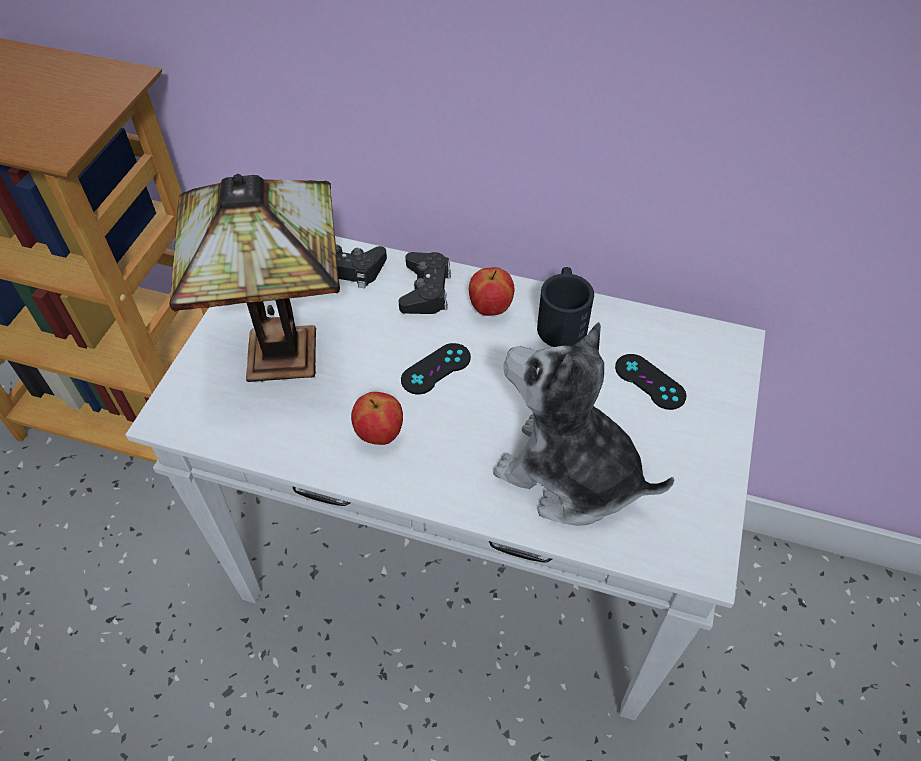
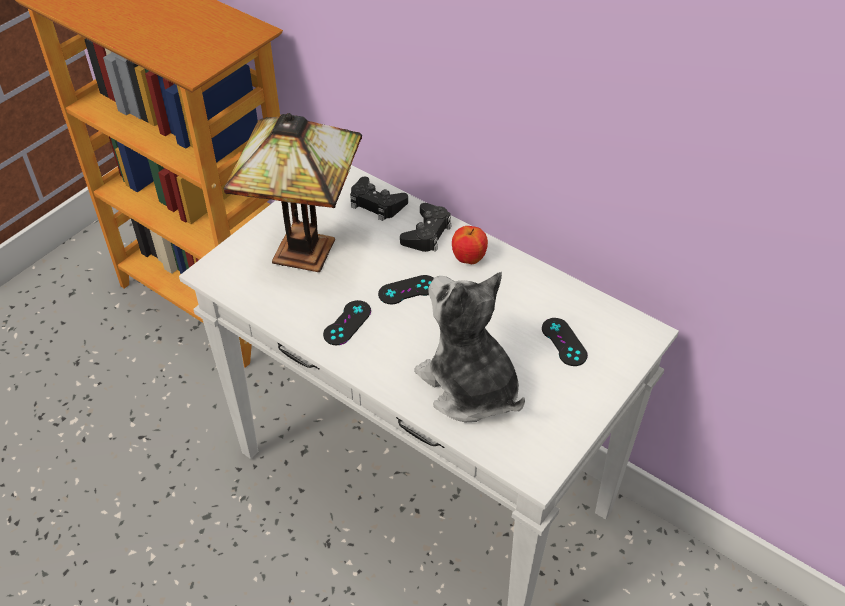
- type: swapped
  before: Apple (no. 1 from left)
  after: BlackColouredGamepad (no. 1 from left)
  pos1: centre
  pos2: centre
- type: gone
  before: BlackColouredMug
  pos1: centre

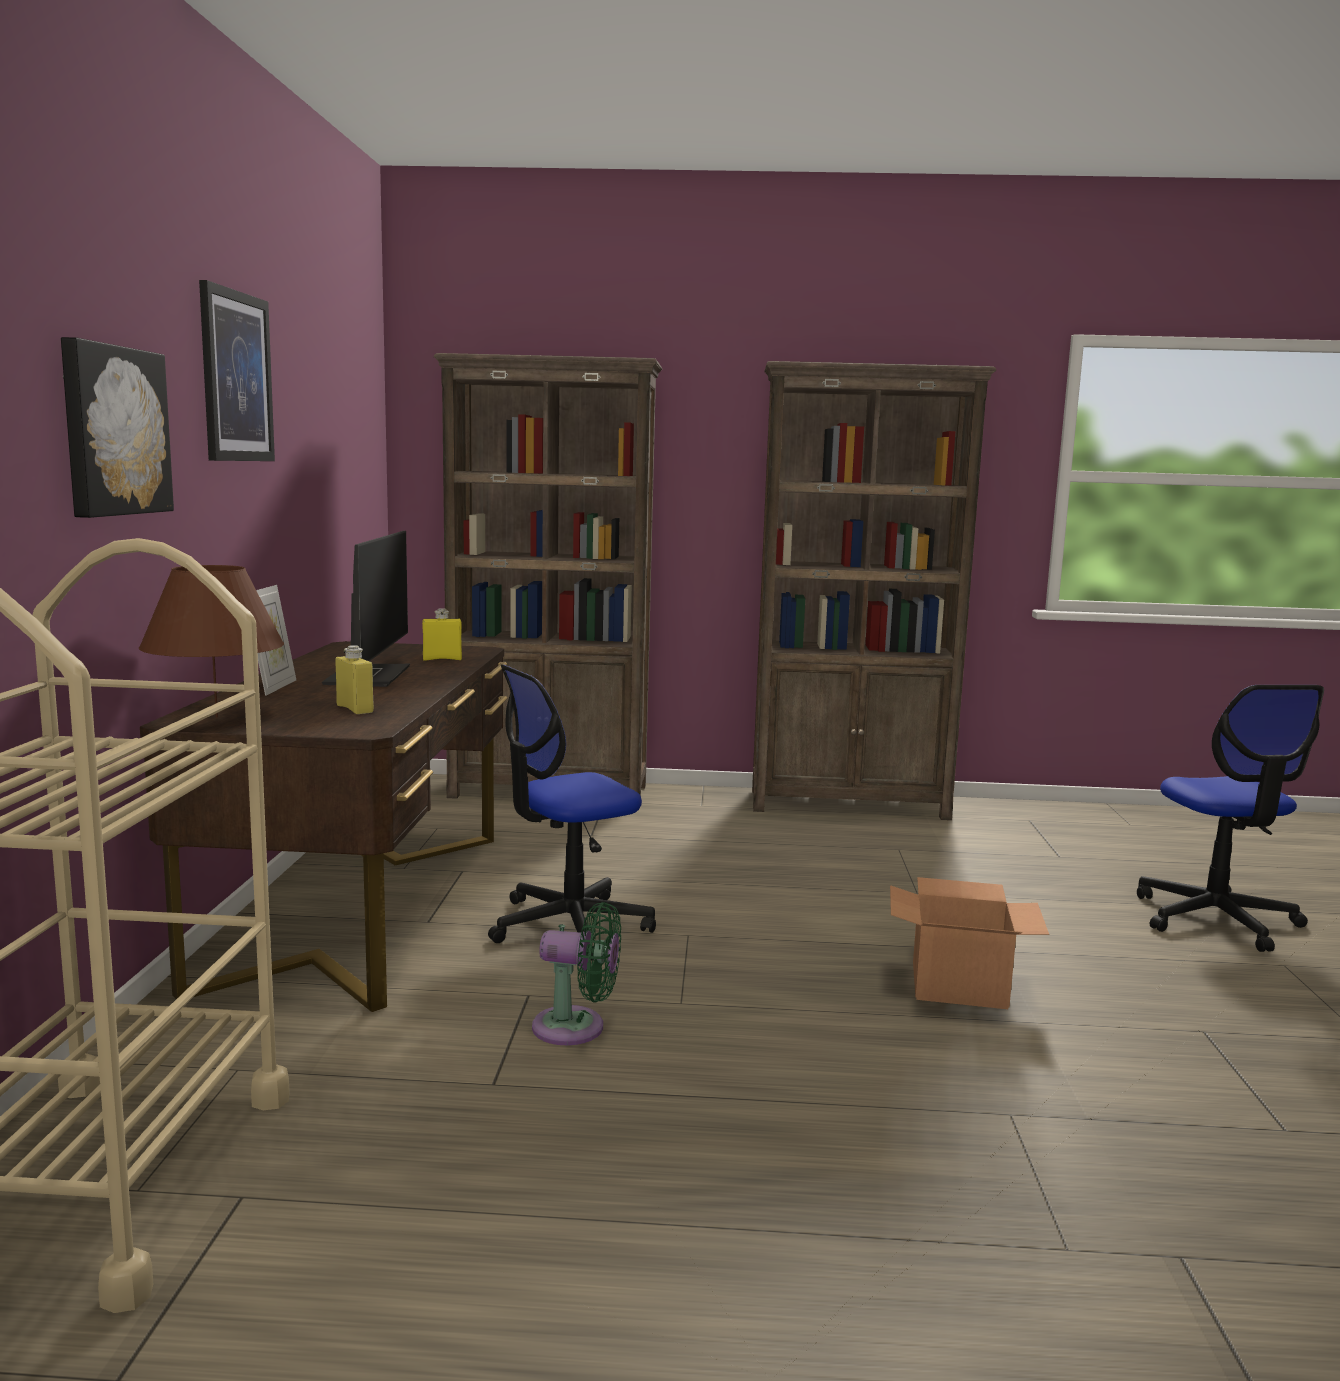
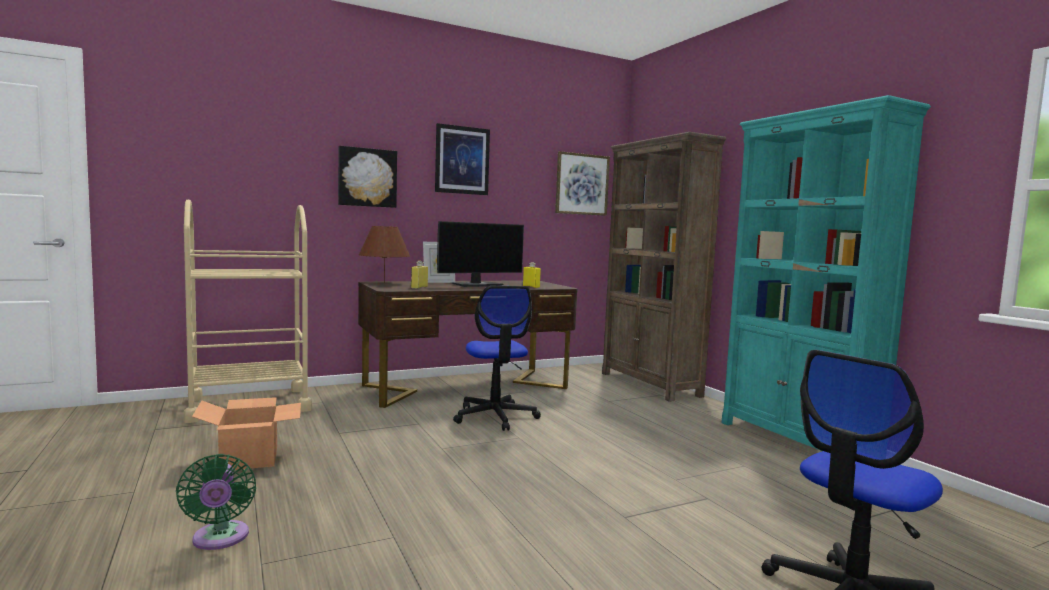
- type: rotated
  before: DeskChair (no. 1 from left)
  pos1: centre
  pos2: centre
  turn: -135
- type: shifted
  before: GreenCoolingFan
  pos1: bottom centre
  pos2: bottom left
- type: repainted
  before: BrownishBookshelf (no. 2 from left)
  after: TurquoiseColouredBookshelf
  pos1: centre
  pos2: middle right
- type: shifted
  before: PackingBox
  pos1: bottom right
  pos2: bottom left
- type: new
  after: WallPicture (no. 3 from left)
  pos2: top centre

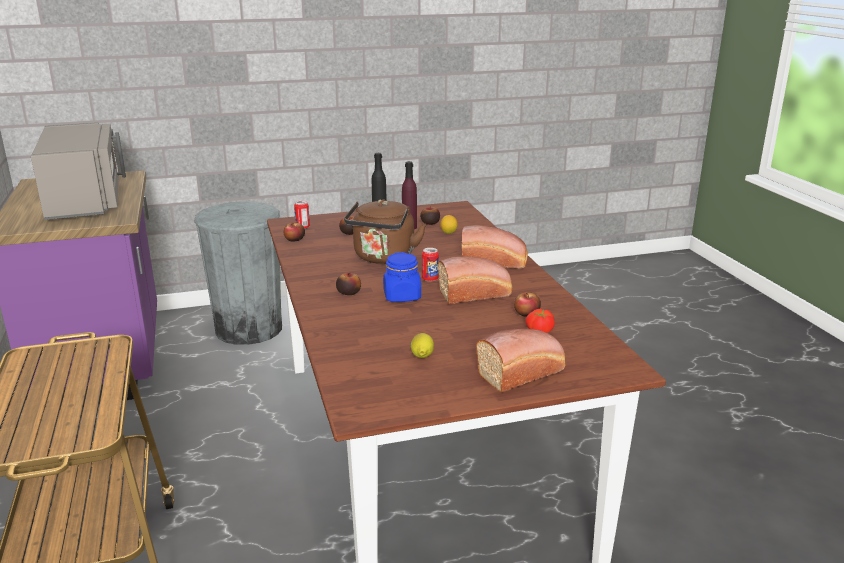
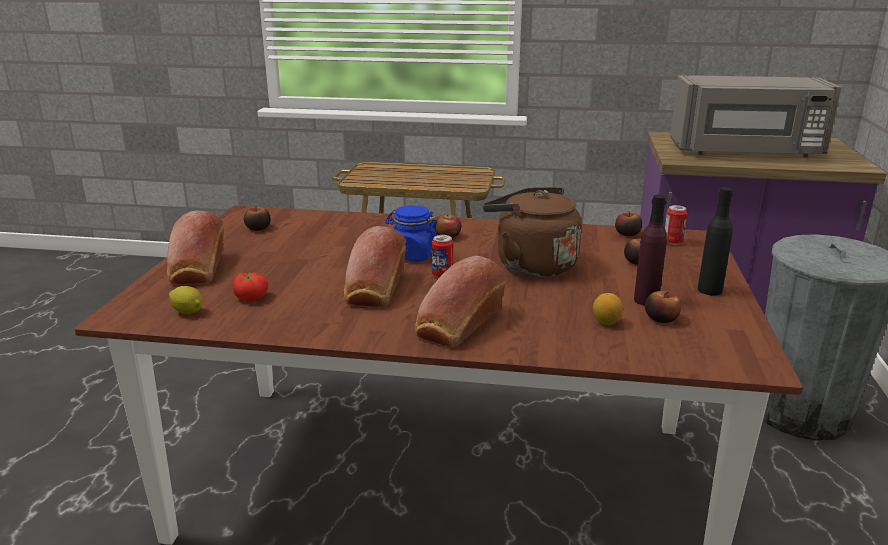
- type: shifted
  before: CitrusFruit (no. 1 from left)
  pos1: centre
  pos2: middle left
- type: shifted
  before: Apple (no. 5 from left in the first image)
  after: Apple (no. 1 from left)
  pos1: centre
  pos2: middle left

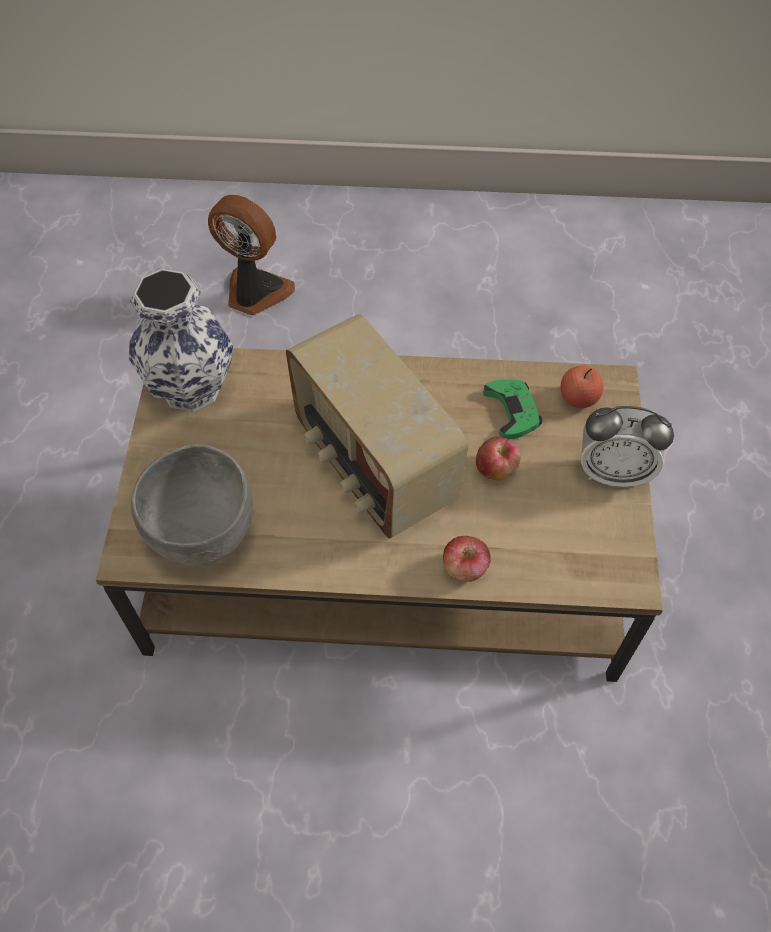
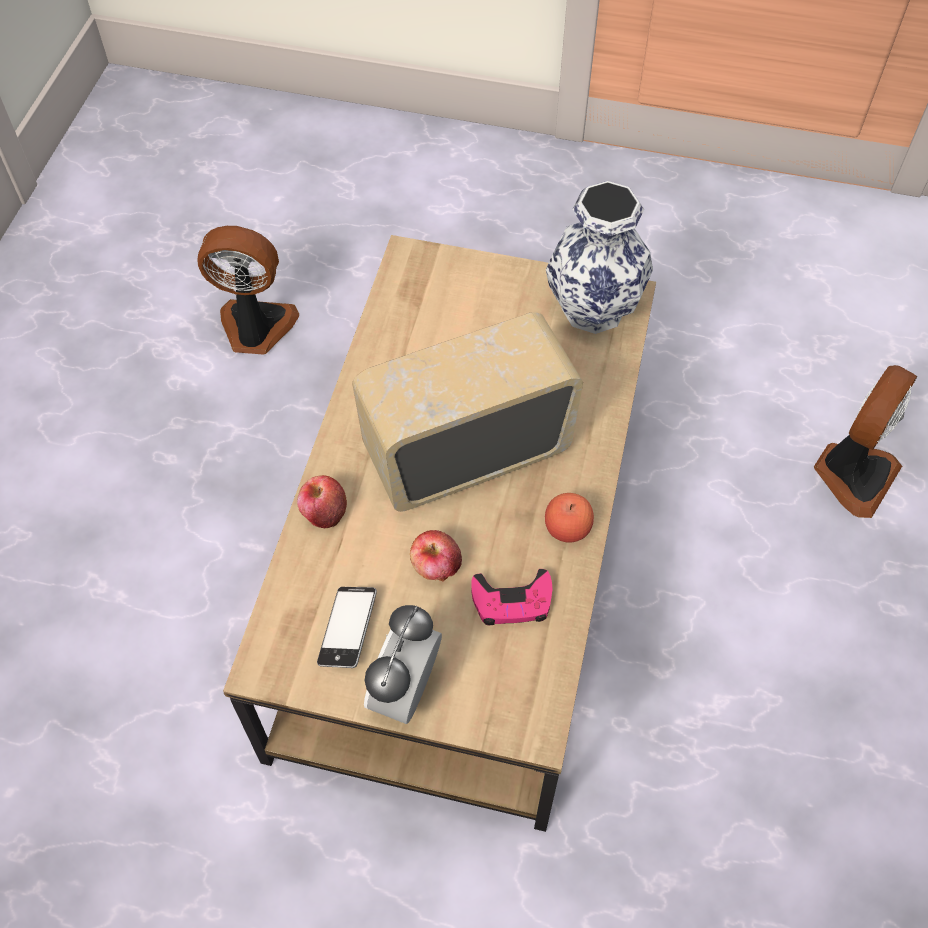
- type: gone
  before: GreyDeepDish
  pos1: middle left
- type: repainted
  before: GreenGamepad
  after: PinkColouredGamepad
  pos1: centre
  pos2: centre
- type: shifted
  before: Apple (no. 3 from left)
  pos1: middle right
  pos2: centre
- type: new
  after: CoolingFan (no. 1 from left)
  pos2: top left
- type: new
  after: Phone
  pos2: bottom centre

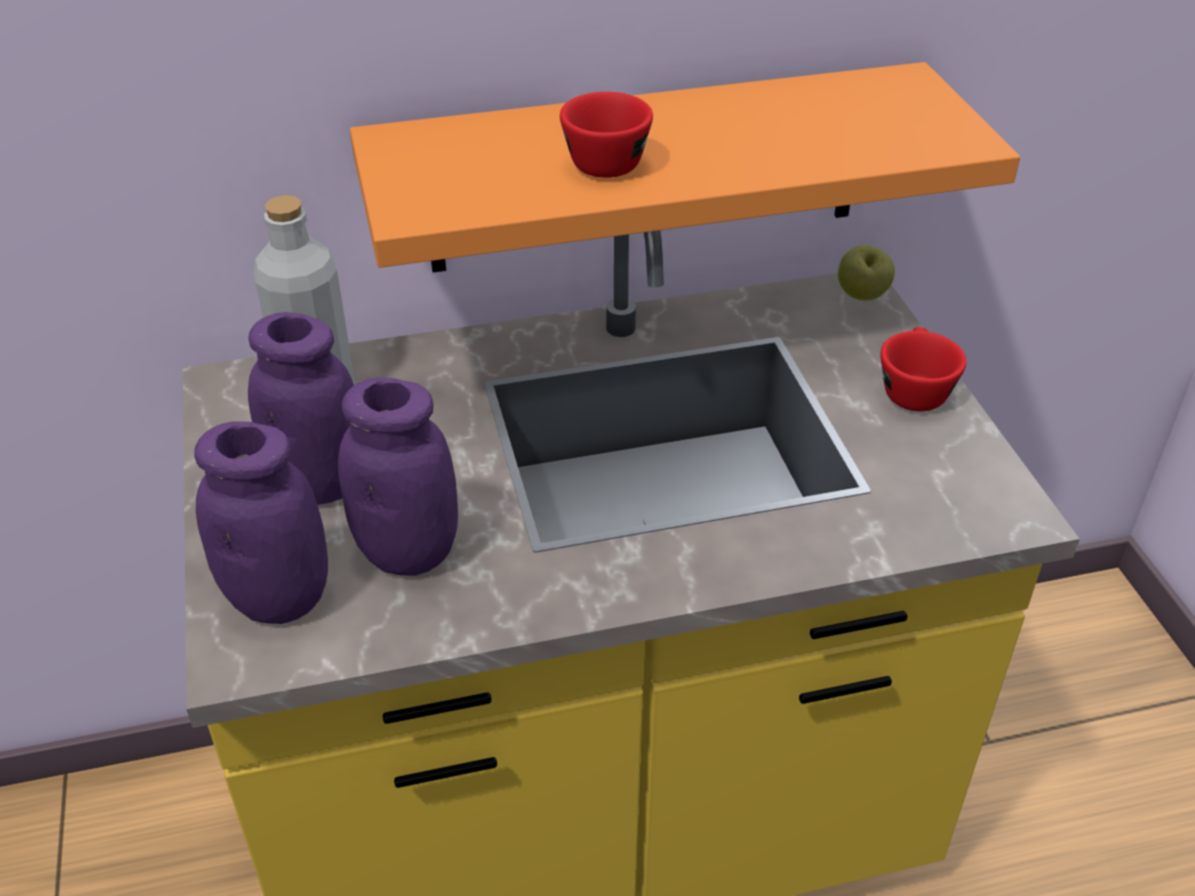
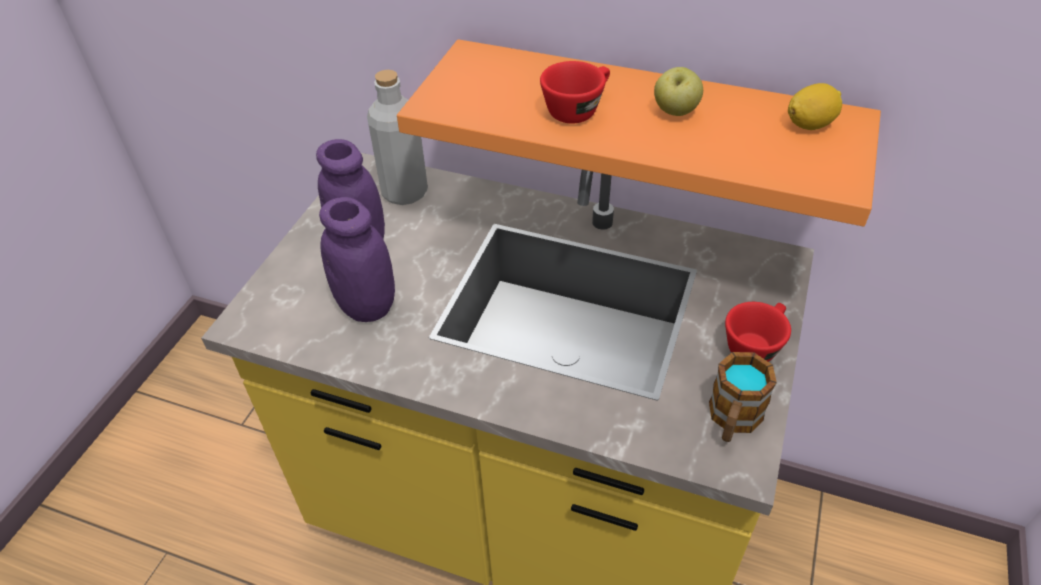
- type: gone
  before: PurpleColouredStorageJar (no. 1 from left)
  pos1: middle left
- type: shifted
  before: Apple
  pos1: top right
  pos2: top centre
- type: new
  after: Mug
  pos2: bottom right
- type: new
  after: CitrusFruit
  pos2: top right

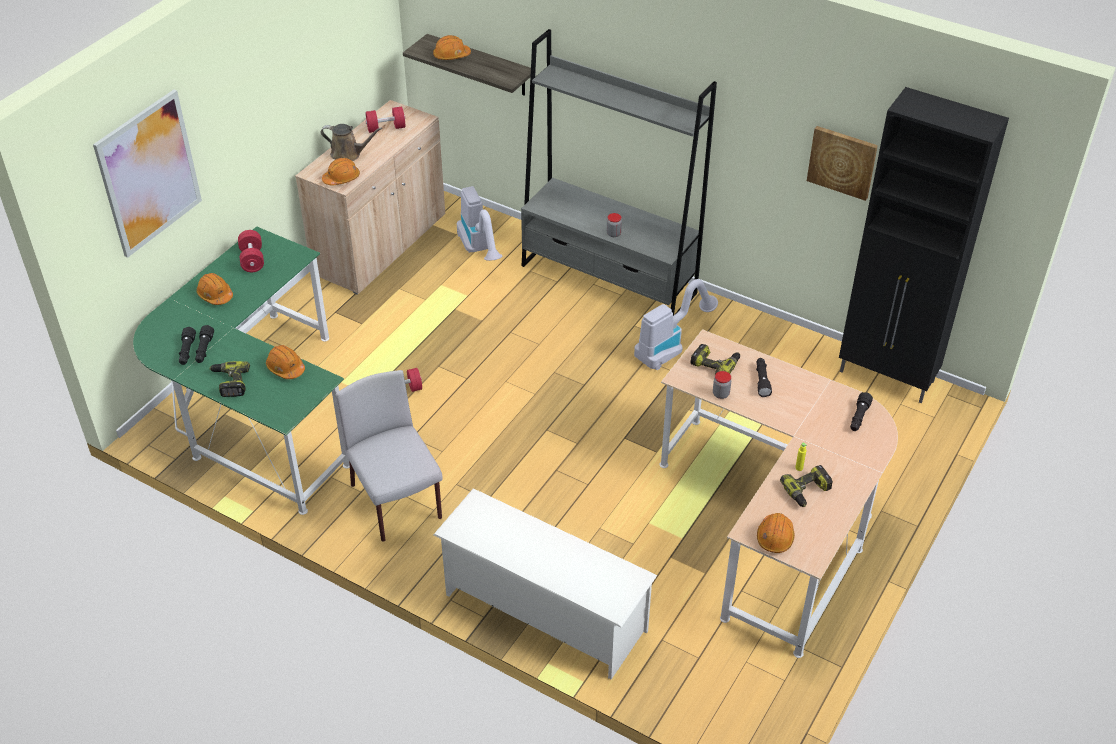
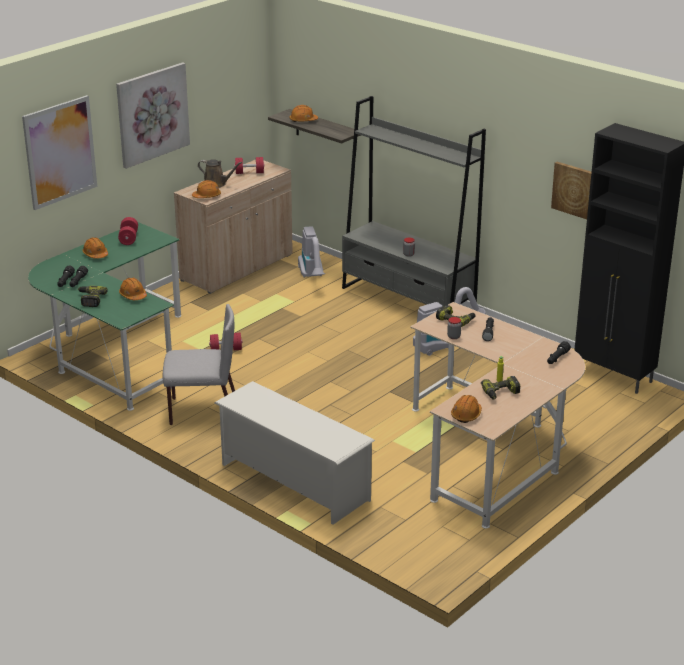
- type: rotated
  before: GreyPlainChair
  pos1: centre
  pos2: middle left
  turn: 105
- type: new
  after: WallPicture (no. 2 from left)
  pos2: top left

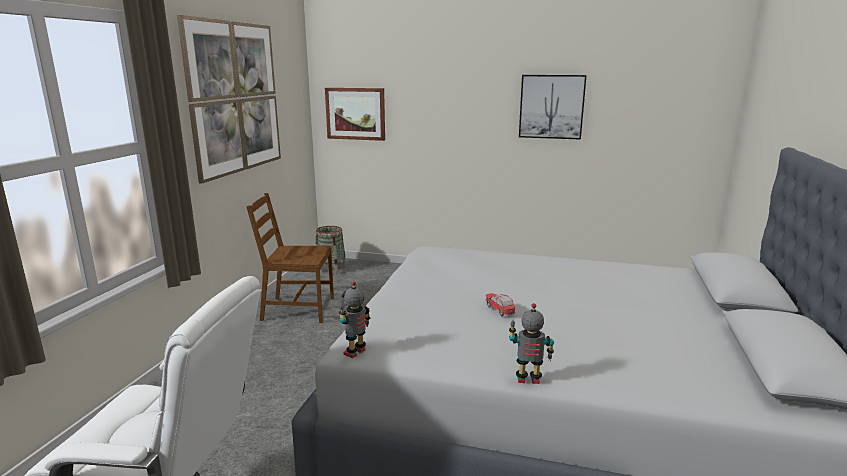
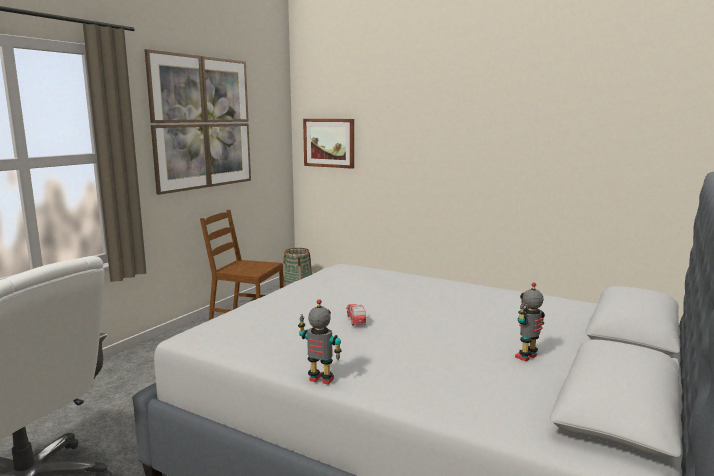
- type: shifted
  before: ModelRobot (no. 1 from left in the first image)
  after: ModelRobot (no. 2 from left)
  pos1: bottom centre
  pos2: bottom right
- type: gone
  before: WallPicture (no. 3 from left)
  pos1: top centre

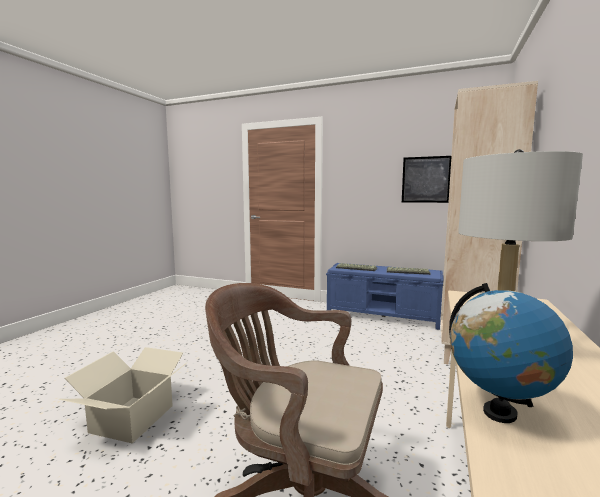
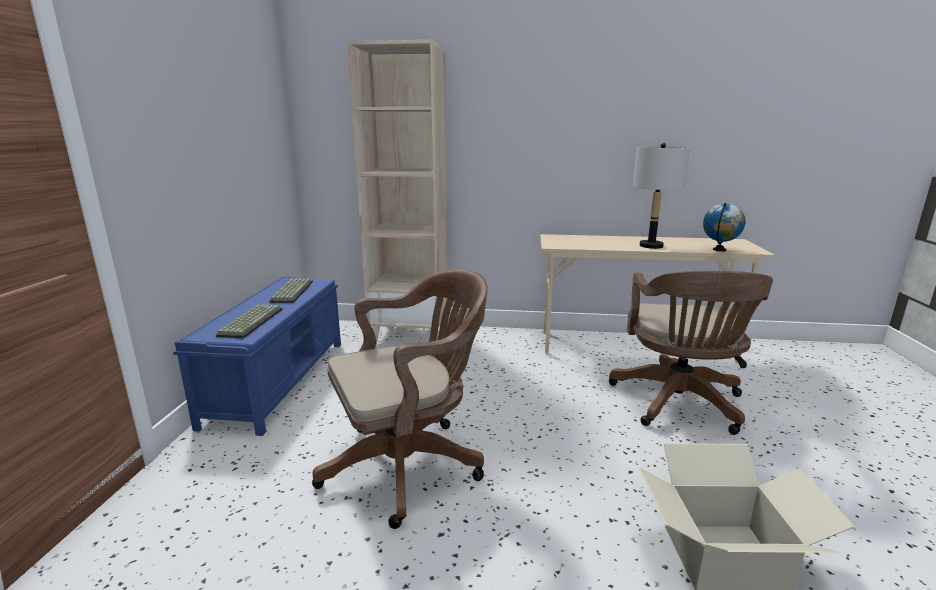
- type: gone
  before: WallPicture
  pos1: middle right
- type: new
  after: BrownishDeskChair (no. 1 from left)
  pos2: bottom centre

